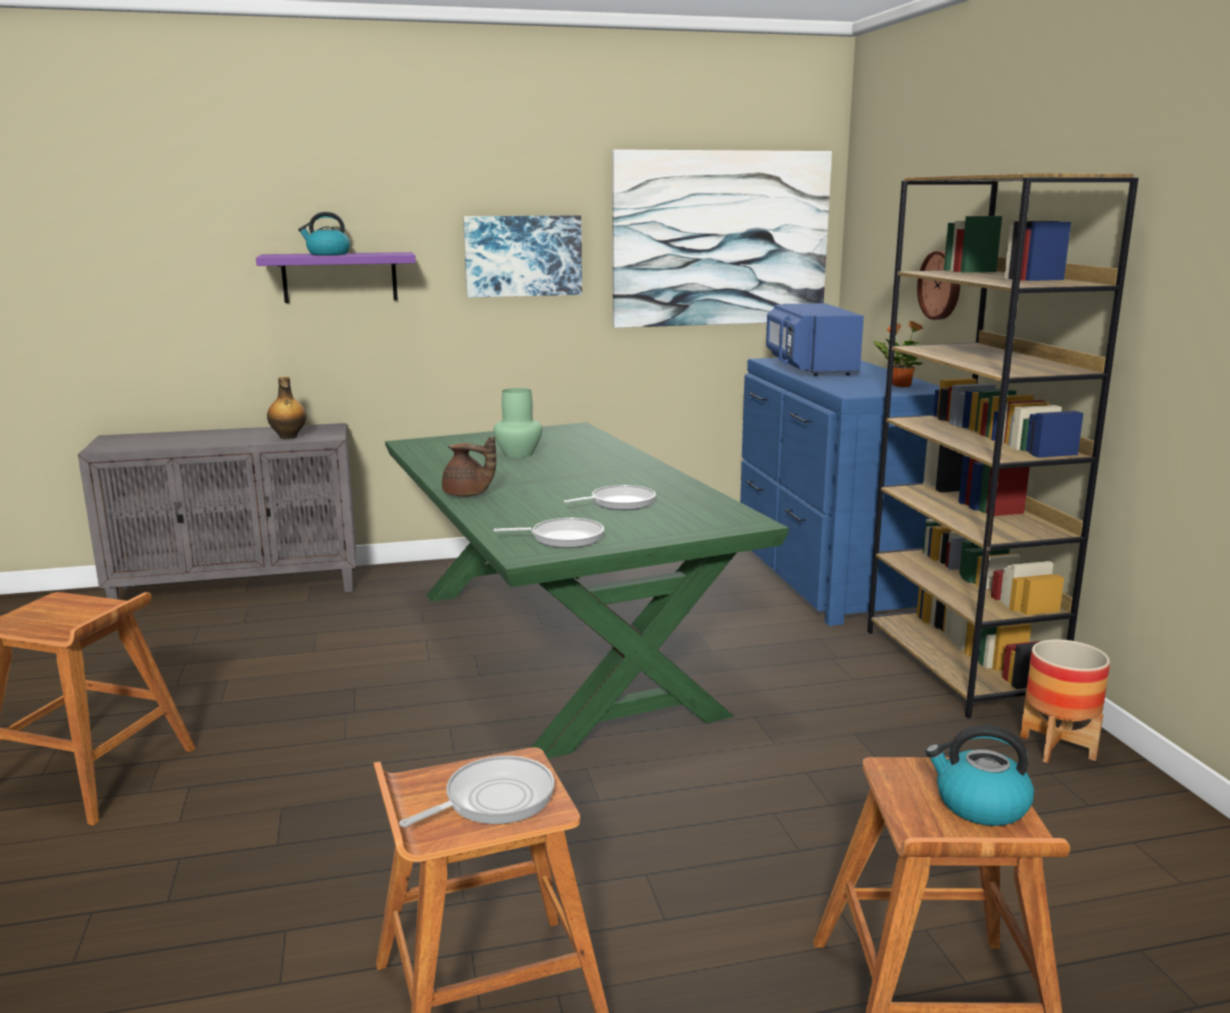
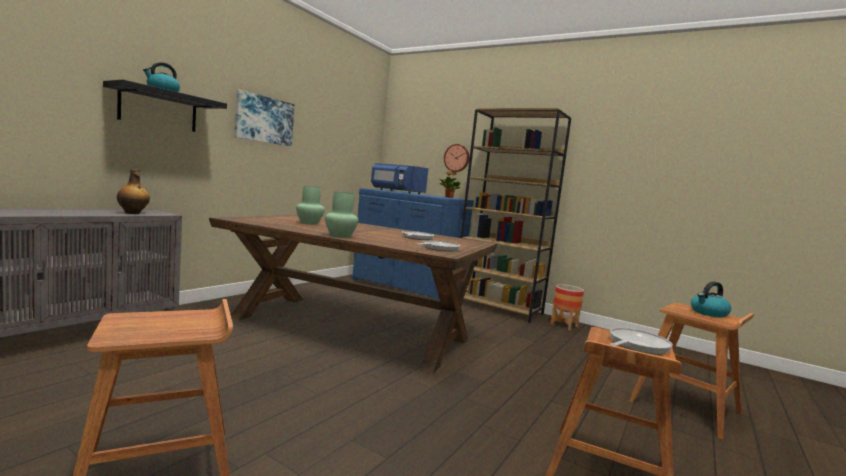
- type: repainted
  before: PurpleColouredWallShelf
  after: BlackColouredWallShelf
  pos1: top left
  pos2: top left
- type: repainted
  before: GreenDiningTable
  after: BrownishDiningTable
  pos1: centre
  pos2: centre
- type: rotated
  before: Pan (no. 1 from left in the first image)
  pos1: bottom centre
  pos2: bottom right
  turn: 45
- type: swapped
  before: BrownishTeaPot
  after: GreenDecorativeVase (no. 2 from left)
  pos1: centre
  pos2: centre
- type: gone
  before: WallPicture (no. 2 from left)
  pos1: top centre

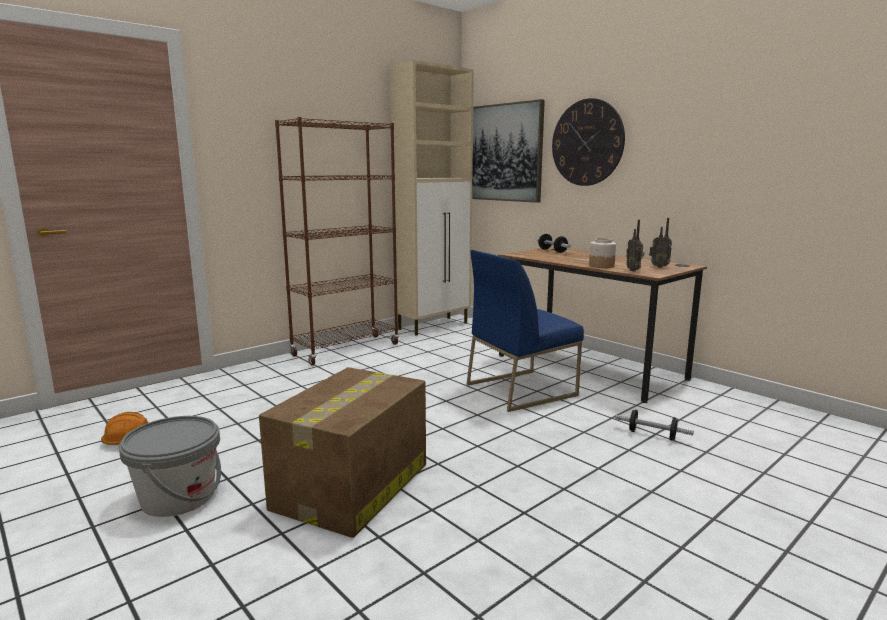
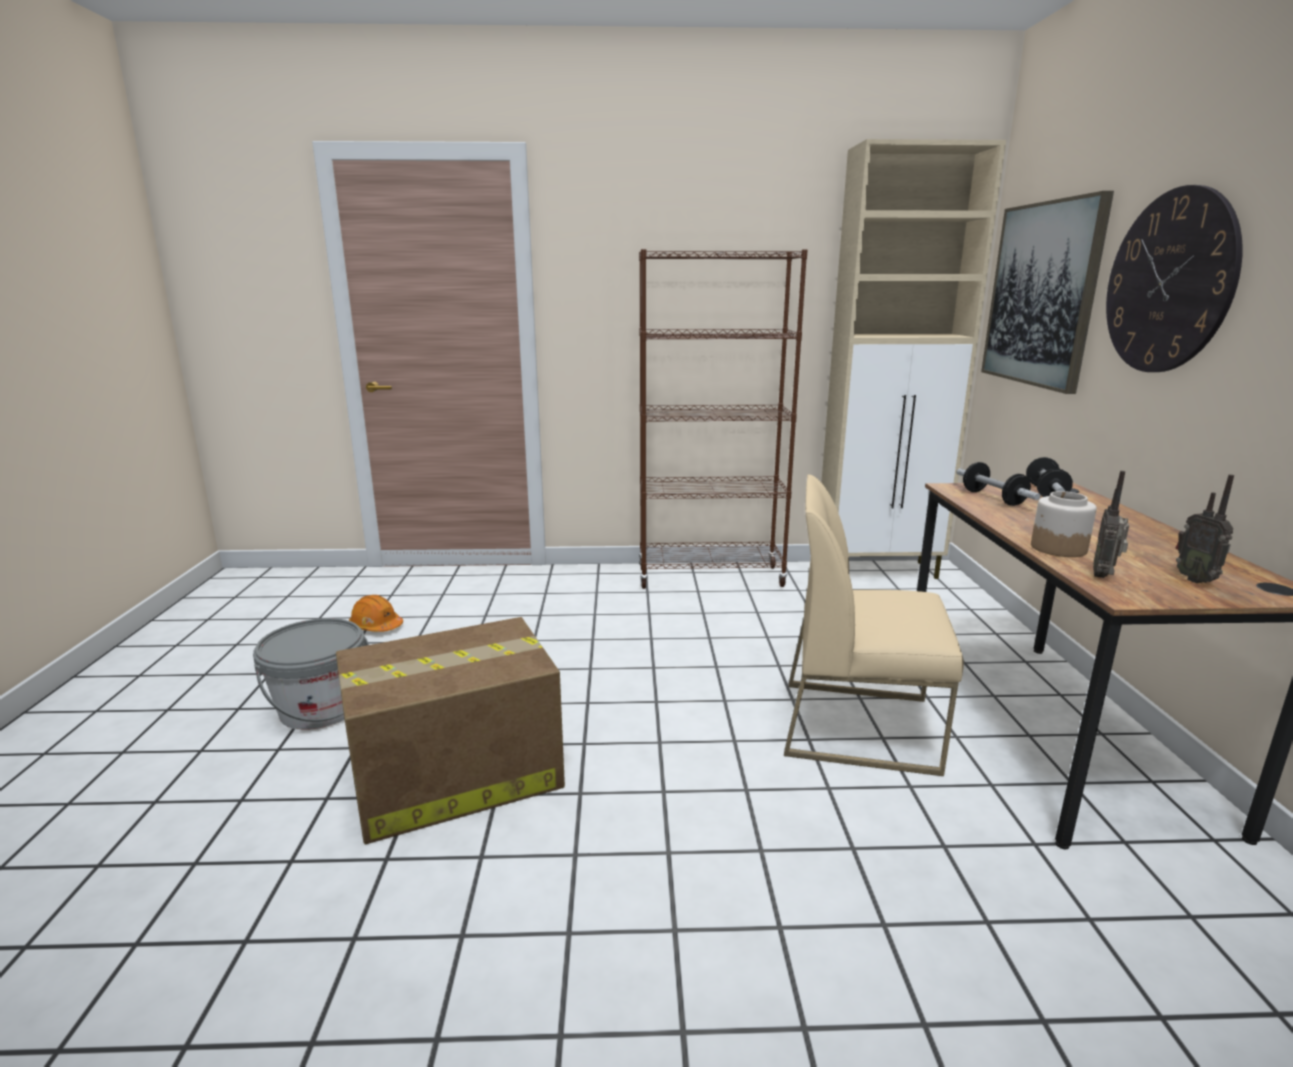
- type: repainted
  before: BlueColouredPlainChair
  after: SandColouredPlainChair
  pos1: centre
  pos2: middle right
- type: shifted
  before: Dumbbell (no. 2 from left in the first image)
  after: Dumbbell (no. 1 from left)
  pos1: bottom right
  pos2: middle right

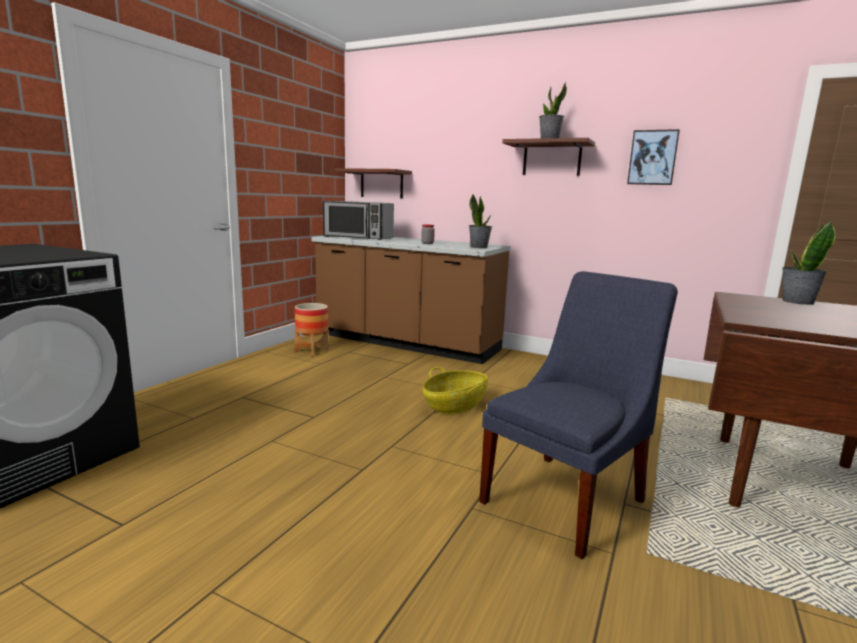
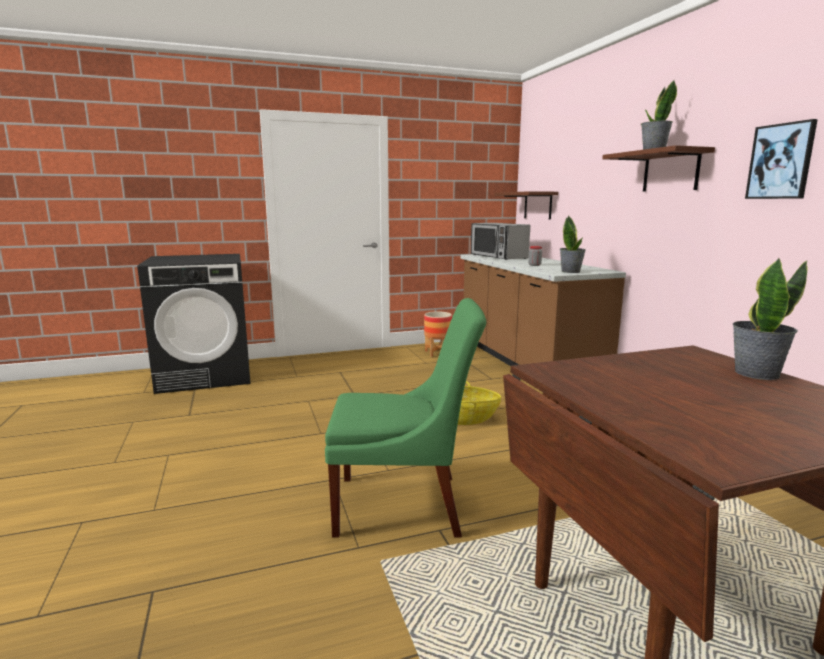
- type: repainted
  before: BlueColouredPlainChair
  after: GreenPlainChair
  pos1: middle right
  pos2: centre

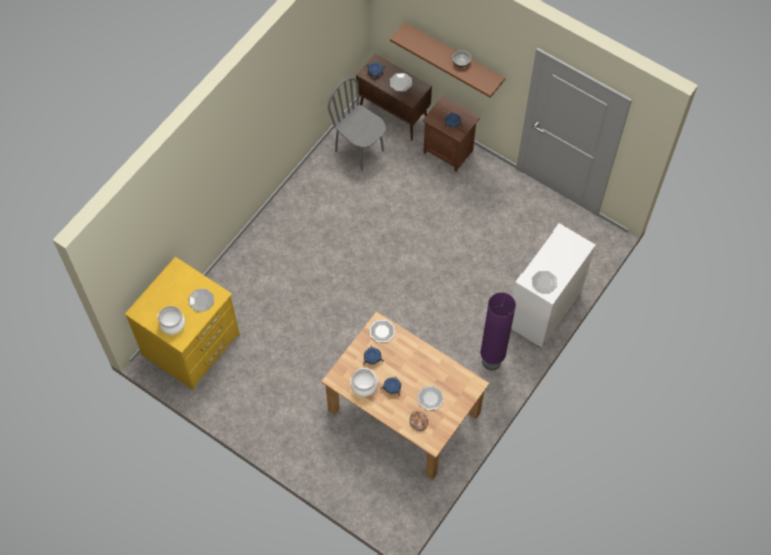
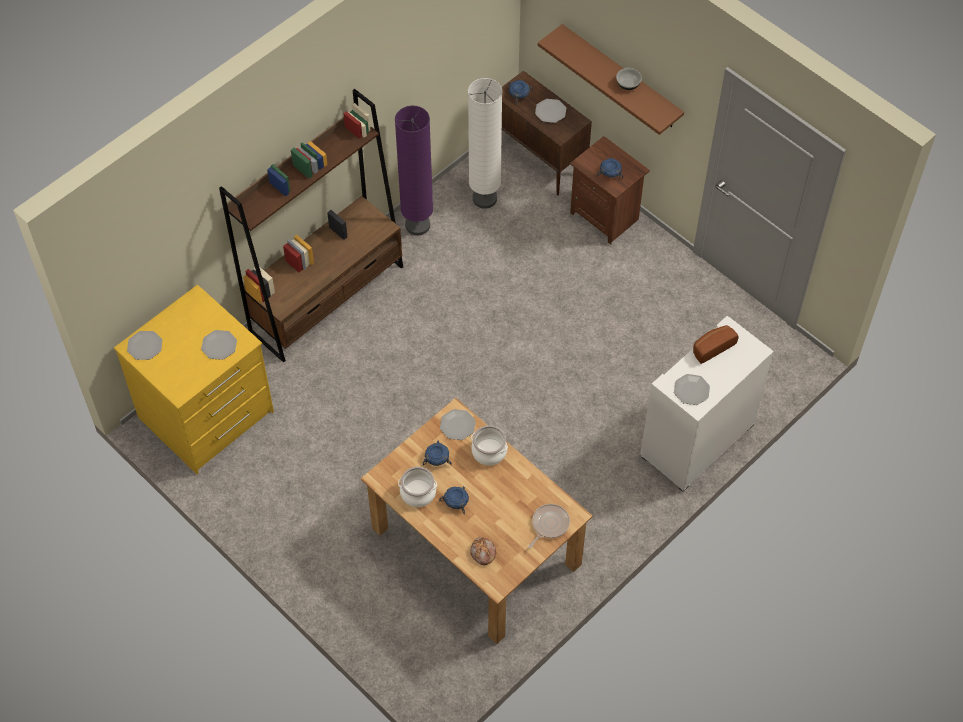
- type: shifted
  before: Saucepot (no. 1 from left in the first image)
  after: Saucepot (no. 2 from left)
  pos1: middle left
  pos2: centre
- type: swapped
  before: GreyPlainChair
  after: WhiteColouredStandingLamp
  pos1: top centre
  pos2: top centre
- type: shifted
  before: DinnerPlate (no. 4 from left in the first image)
  after: DinnerPlate (no. 1 from left)
  pos1: bottom centre
  pos2: middle left
- type: shifted
  before: PurpleColouredStandingLamp
  pos1: centre
  pos2: top centre
- type: new
  after: BrownishBookshelf
  pos2: top left
- type: new
  after: Pan
  pos2: bottom centre
- type: new
  after: Bread (no. 2 from left)
  pos2: middle right

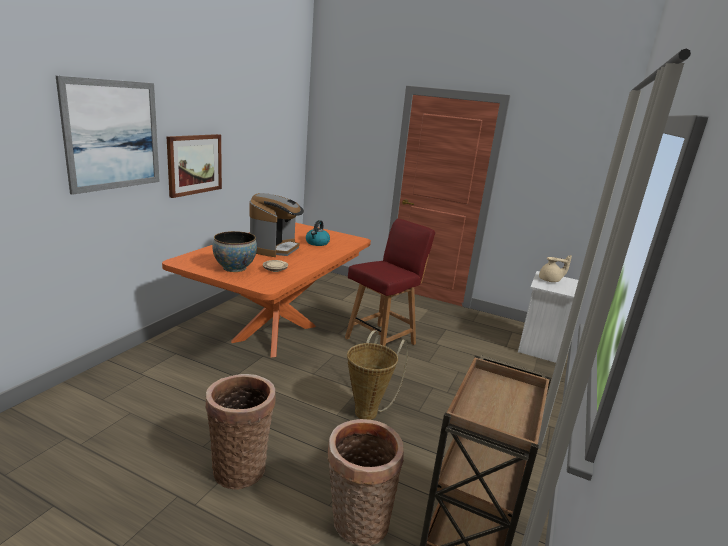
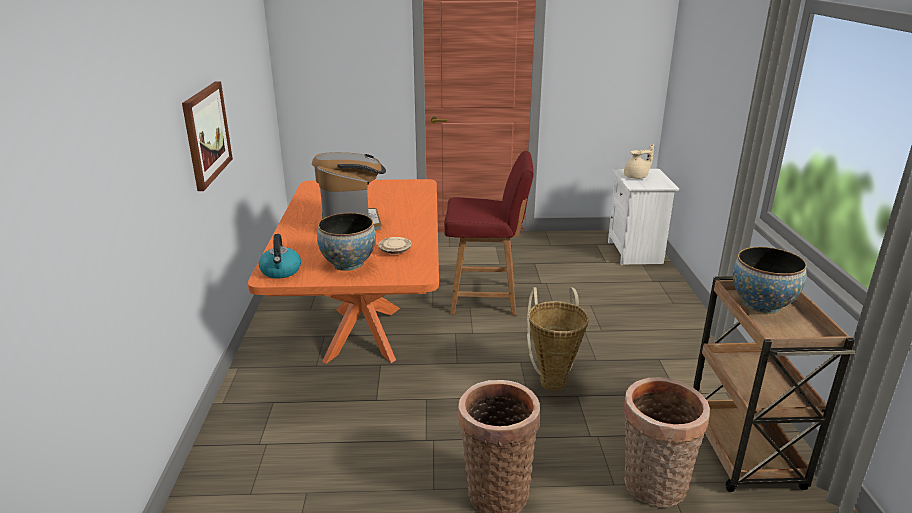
- type: gone
  before: WallPicture (no. 1 from left)
  pos1: top left
- type: shifted
  before: TeaKettle
  pos1: centre
  pos2: middle left
- type: rotated
  before: RedPlainChair
  pos1: centre
  pos2: centre
  turn: 75
- type: new
  after: DeepDish (no. 2 from left)
  pos2: middle right

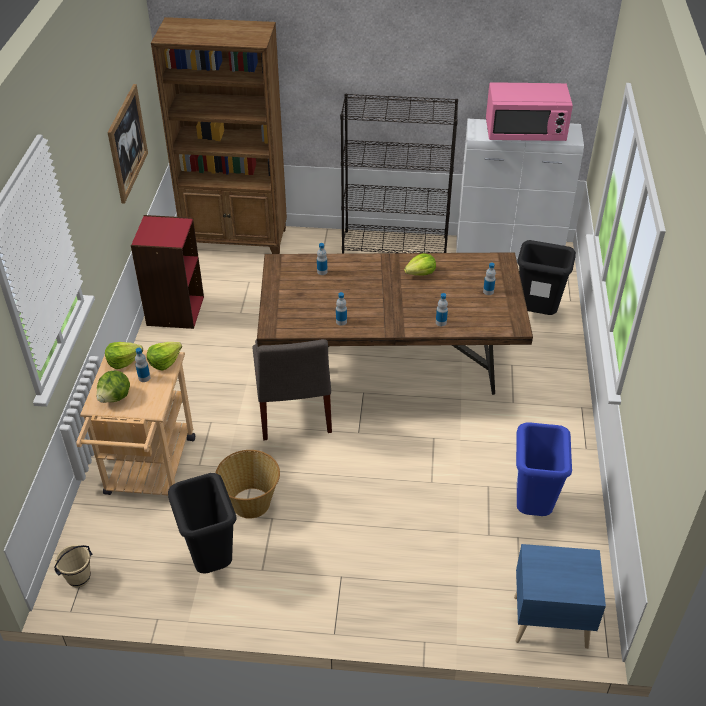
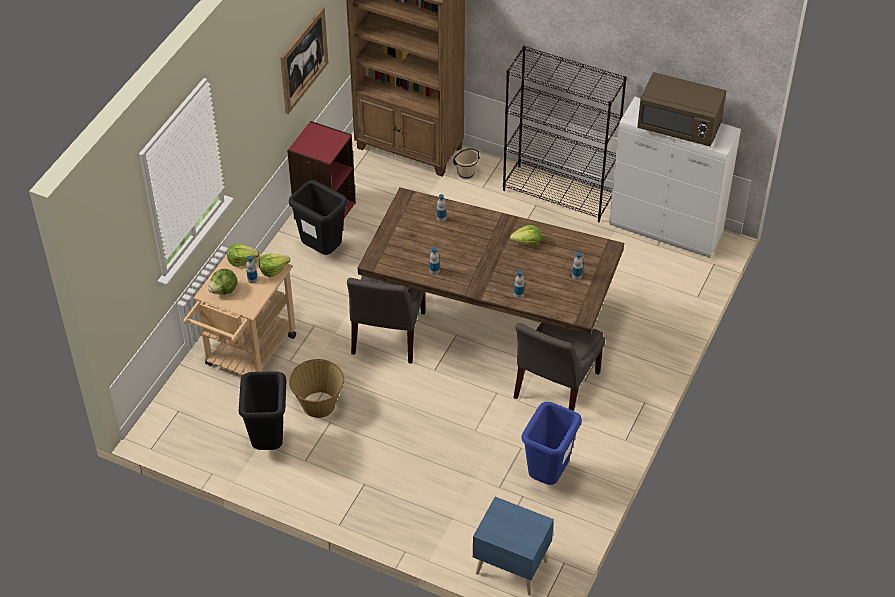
- type: shifted
  before: SandColouredPail
  pos1: bottom left
  pos2: top centre
- type: repainted
  before: PinkColouredKitchenMicrowave
  after: BrownishKitchenMicrowave
  pos1: top right
  pos2: top right
- type: shifted
  before: BlackColouredWasteBin (no. 2 from left)
  pos1: middle right
  pos2: centre
- type: new
  after: GreyPlainChair (no. 2 from left)
  pos2: centre

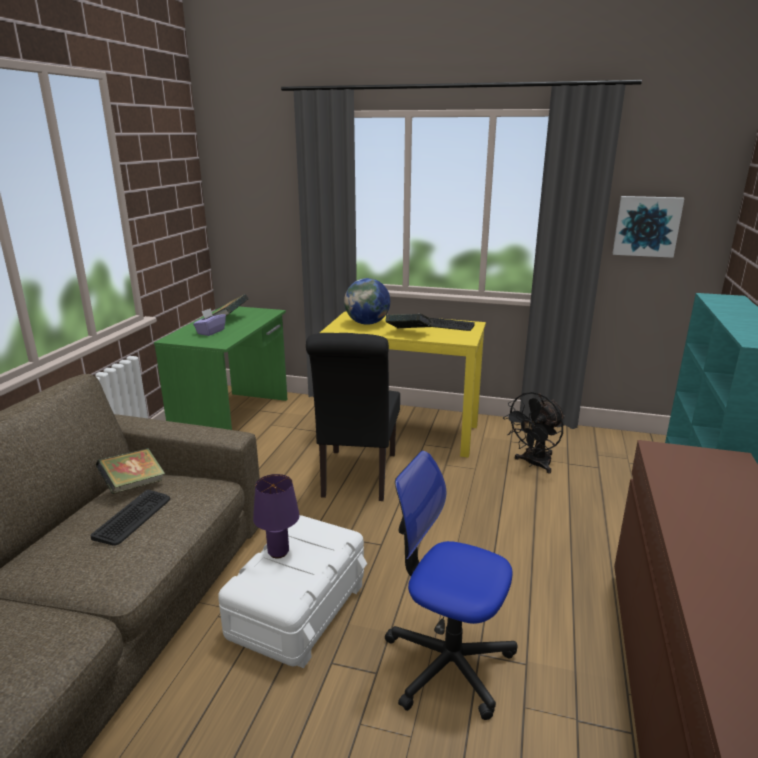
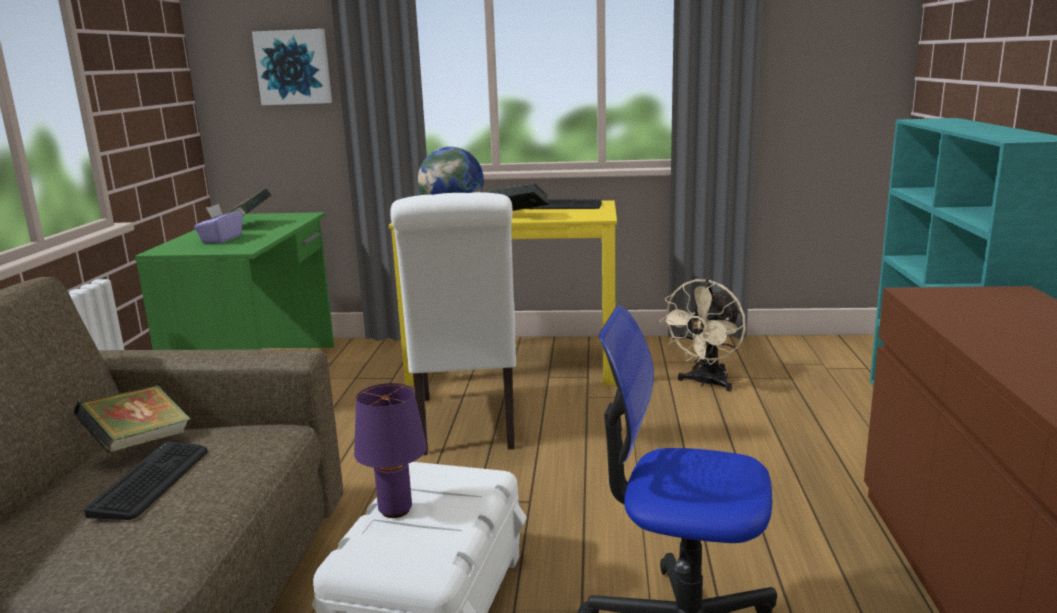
- type: repainted
  before: BlackColouredPlainChair
  after: WhiteColouredPlainChair
  pos1: centre
  pos2: centre
- type: repainted
  before: BlackColouredCoolingFan
  after: SandColouredCoolingFan
  pos1: middle right
  pos2: centre
- type: shifted
  before: WallPicture
  pos1: top right
  pos2: top left

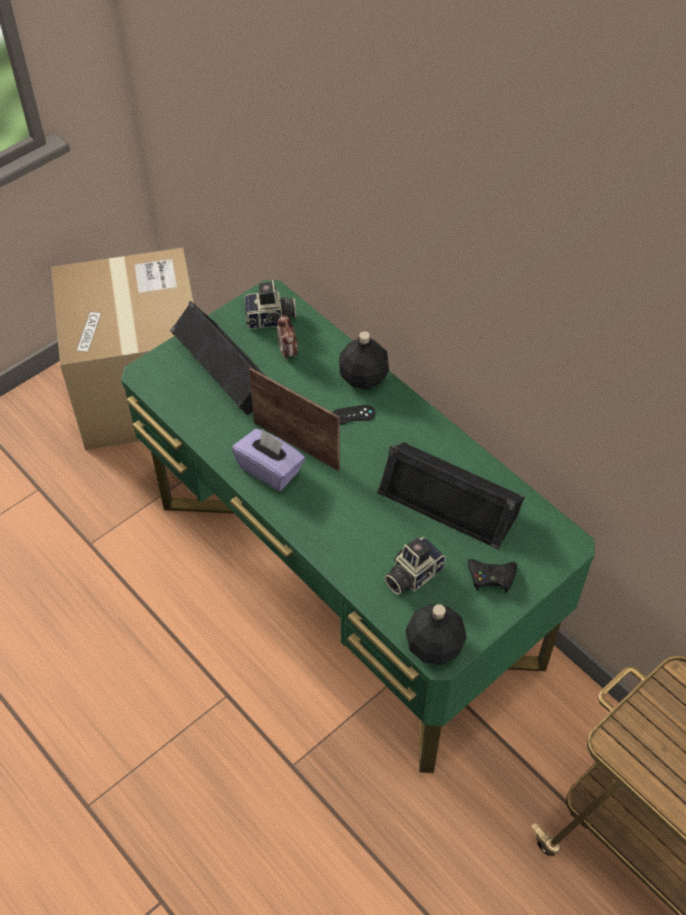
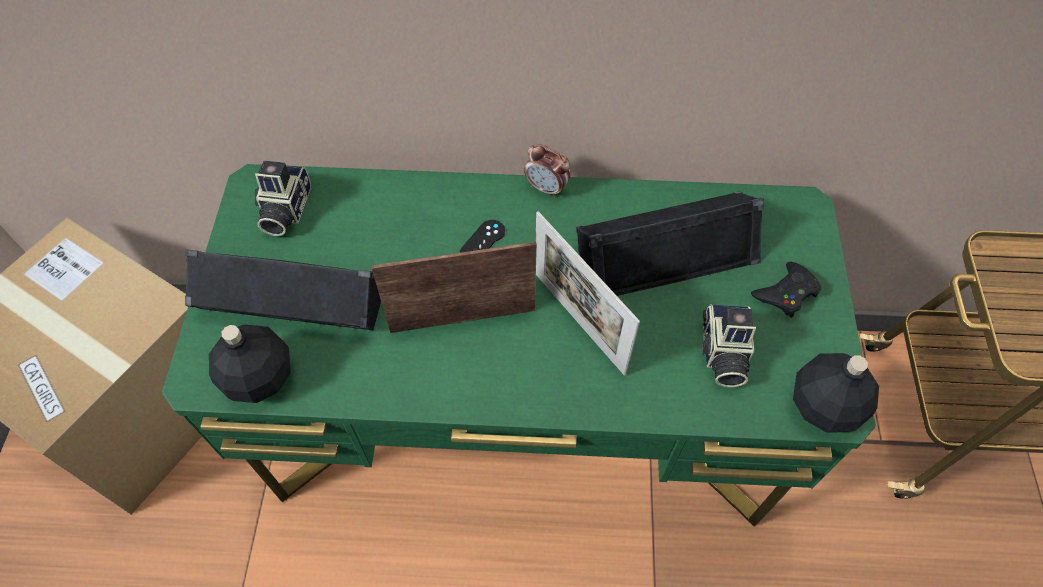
- type: gone
  before: PurpleColouredBoxOfTissues
  pos1: centre
- type: rotated
  before: PhotoCamera (no. 1 from left)
  pos1: top centre
  pos2: middle left
  turn: 150
- type: shifted
  before: AlarmClock
  pos1: centre
  pos2: top centre
- type: shifted
  before: BlackColouredBottle (no. 1 from left)
  pos1: centre
  pos2: middle left
- type: new
  after: StandingFrame (no. 2 from left)
  pos2: centre

